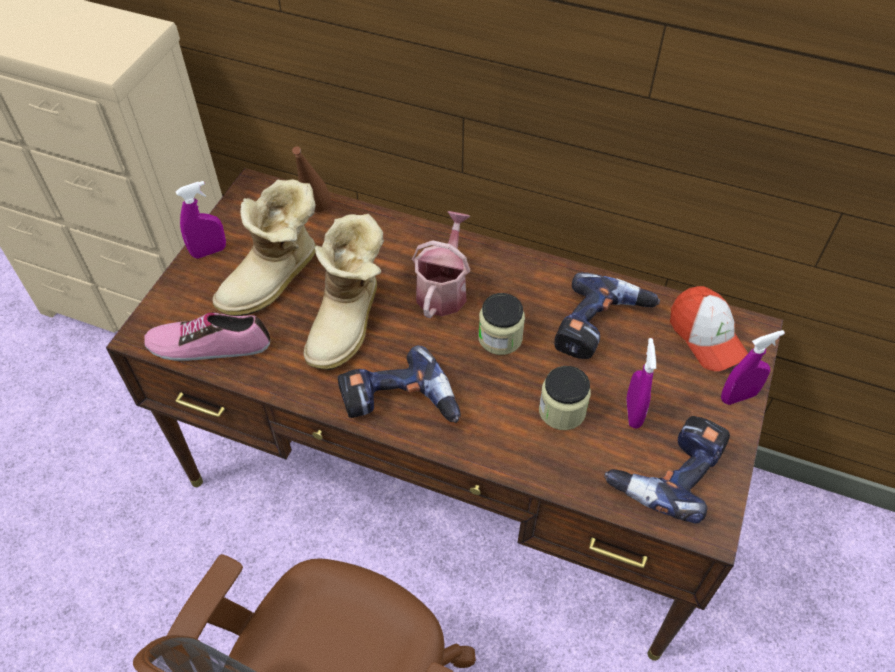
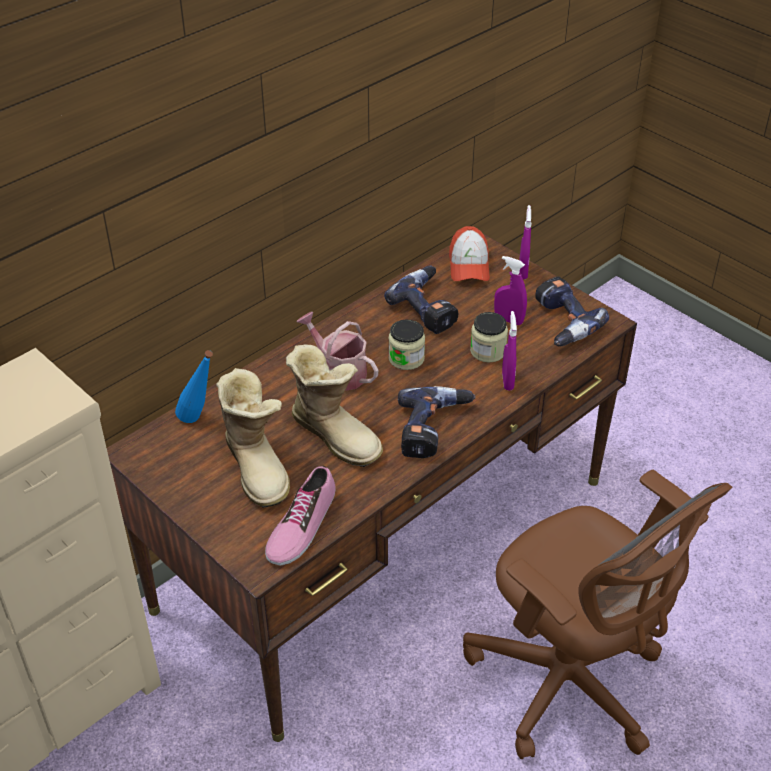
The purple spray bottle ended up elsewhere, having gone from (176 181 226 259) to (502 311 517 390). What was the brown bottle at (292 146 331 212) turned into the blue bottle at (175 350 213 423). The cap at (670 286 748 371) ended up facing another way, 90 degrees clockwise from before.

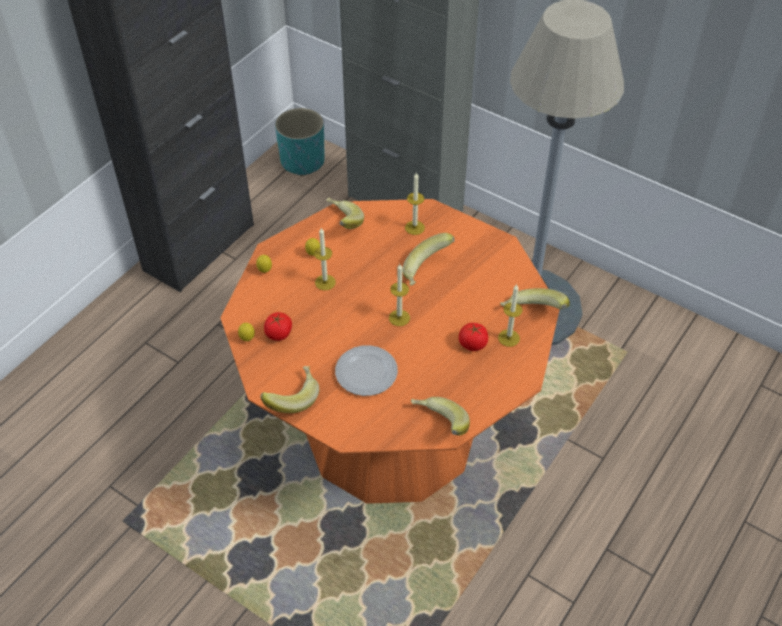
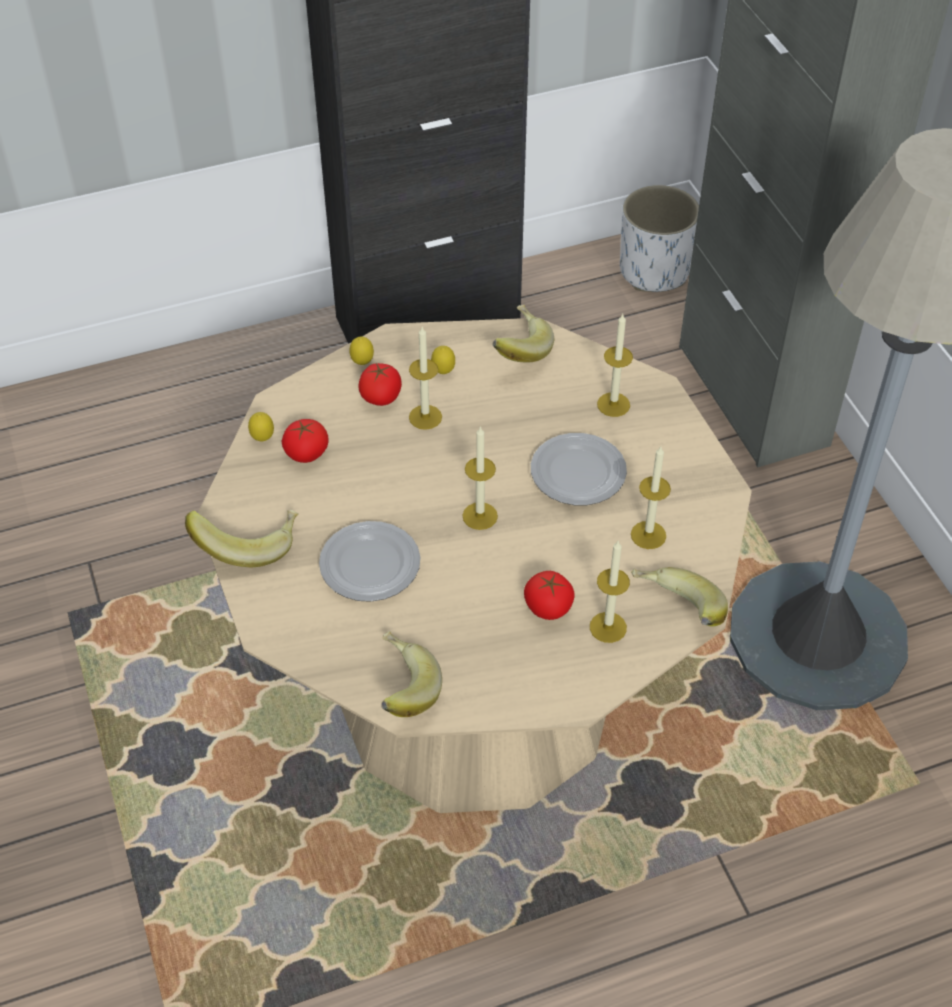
The second view gained the tomato at (358 363 402 406). The second view gained the candle at (631 447 671 549). Where the banana stood at (402 233 455 286), the plate came to stand at (531 433 627 505). What was the orange dining table at (221 199 560 504) turned into the beige dining table at (198 318 752 813). What was the turquoise planter at (275 108 325 176) turned into the white planter at (620 185 699 292).

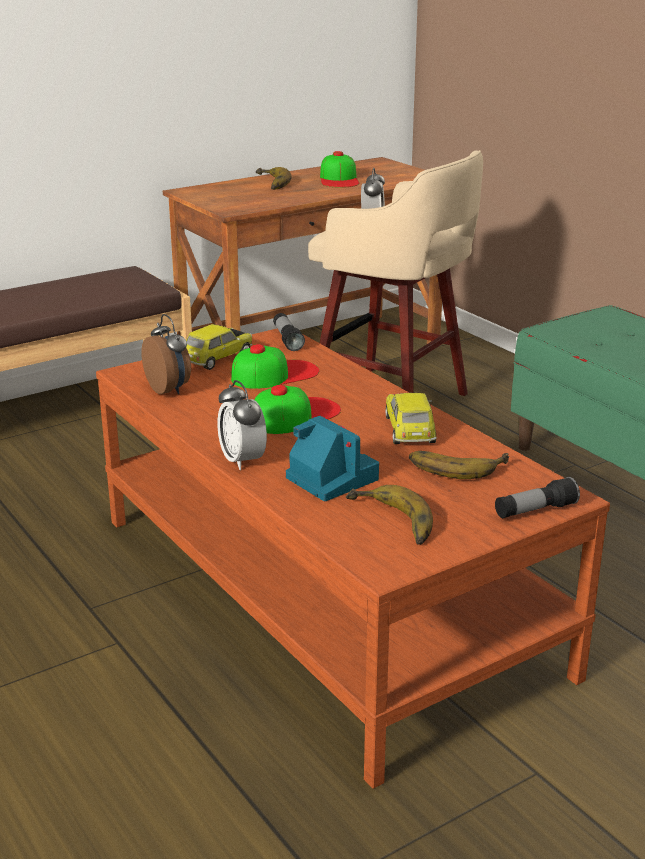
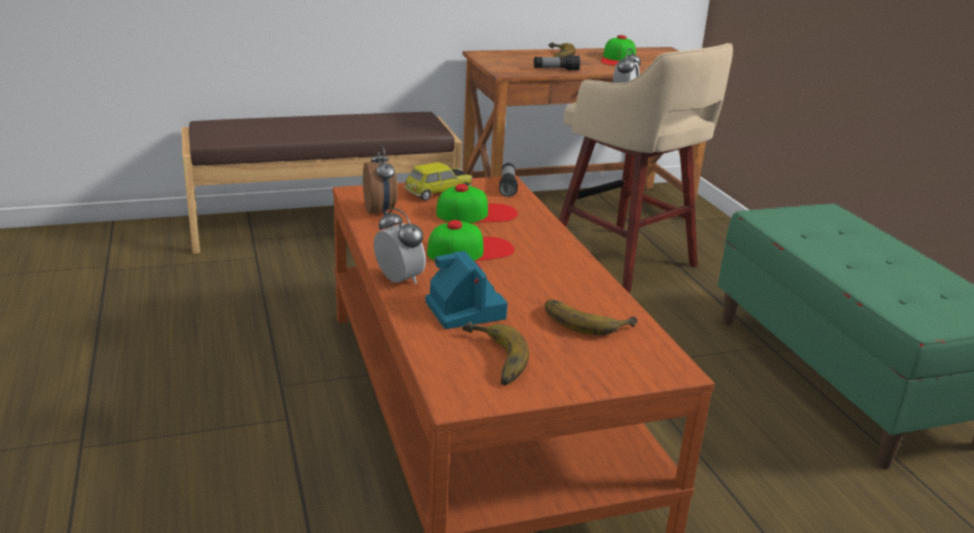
The second view lost the toy car at (385 393 437 444). The flashlight ended up elsewhere, having gone from (495 477 580 518) to (534 55 580 70). The alarm clock at (217 380 267 470) ended up facing another way, 150 degrees clockwise from before.

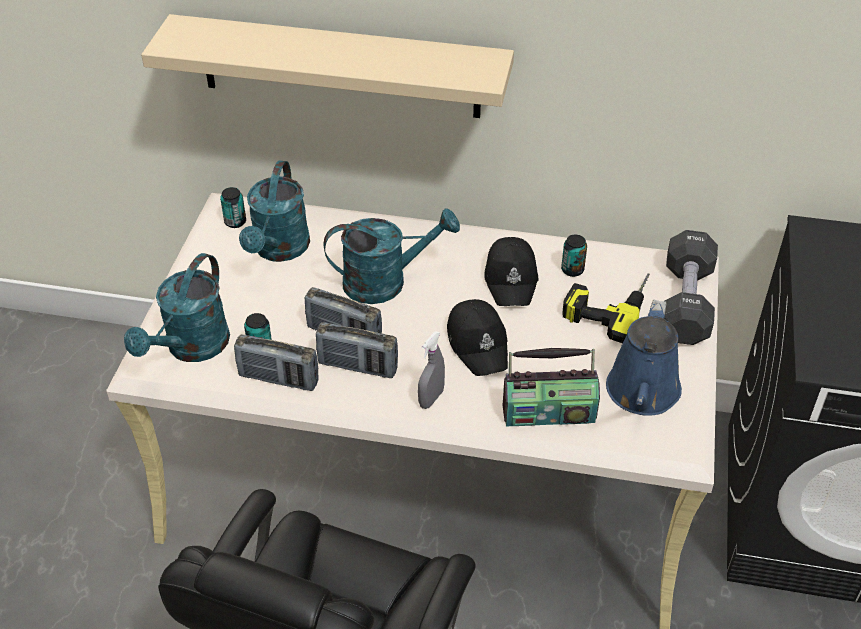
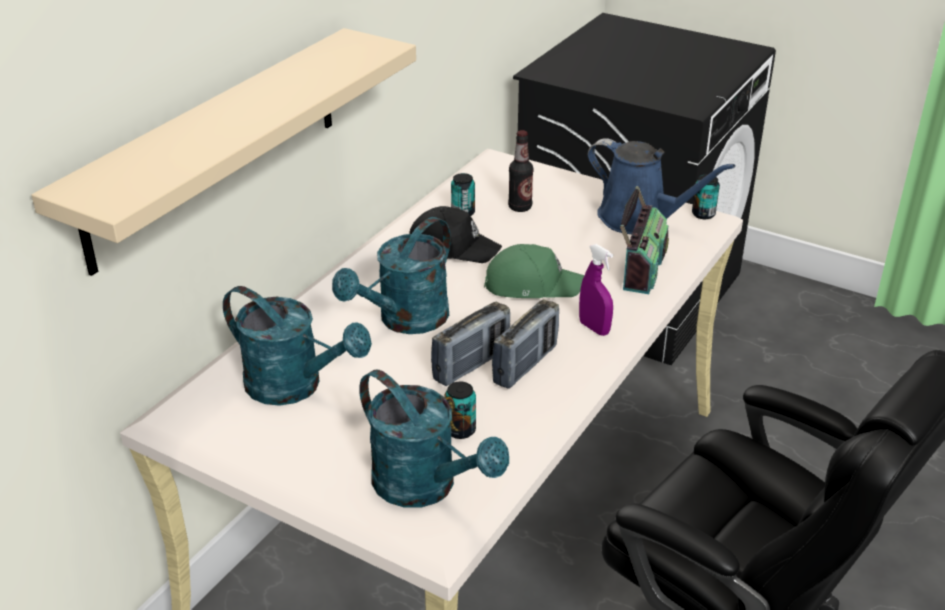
The second view lost the radio at (234 334 318 391). The second view lost the black dumbbell at (664 230 718 345). The can ended up elsewhere, having gone from (220 187 246 228) to (692 174 720 219). Where the power drill stood at (562 274 650 343), the bottle came to stand at (508 130 534 212). What was the grey spray bottle at (418 331 445 409) turned into the purple spray bottle at (579 244 613 336). What was the black cap at (447 299 508 376) turned into the green cap at (484 244 584 298). The turquoise watering can at (324 208 460 304) ended up facing another way, 150 degrees counterclockwise from before.

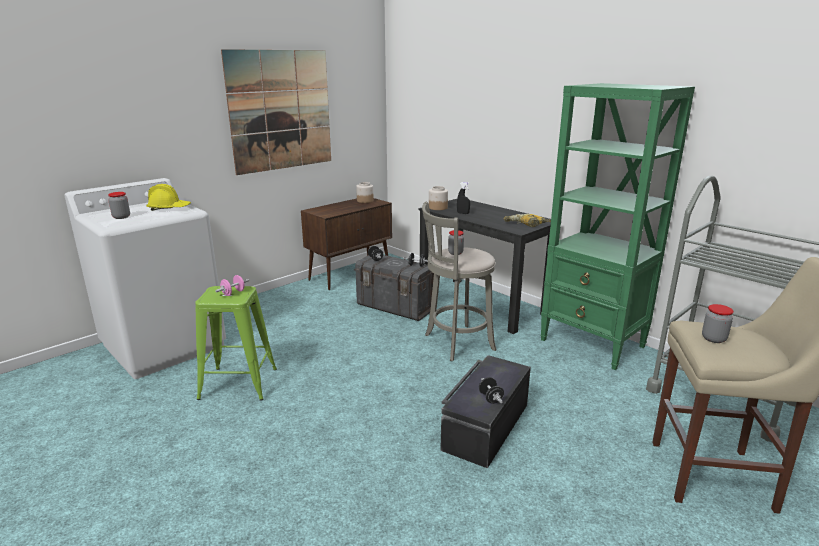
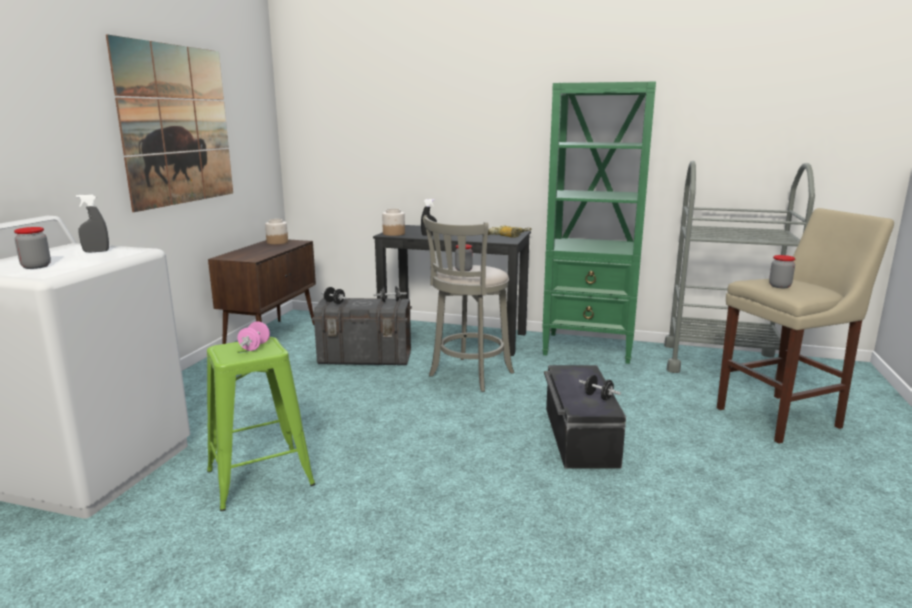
Where the yellow hard hat stood at (146 184 191 211), the grey spray bottle came to stand at (76 194 109 252).

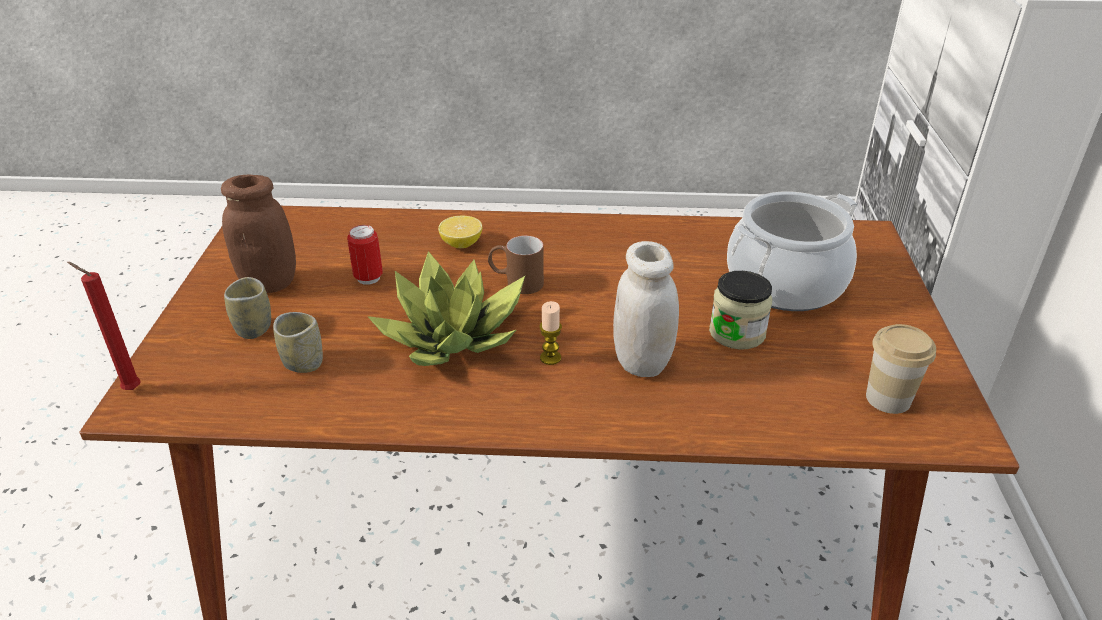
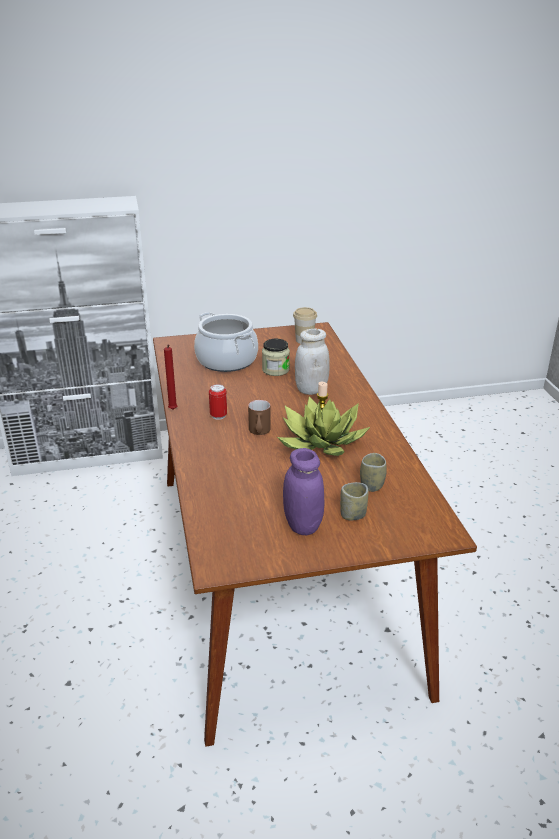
The second view lost the lemon at (438 216 482 248). The red candle ended up elsewhere, having gone from (67 262 141 390) to (164 345 177 410). The can ended up elsewhere, having gone from (347 225 383 285) to (209 384 227 420). What was the brown jar at (221 175 296 293) turned into the purple jar at (283 448 324 535).

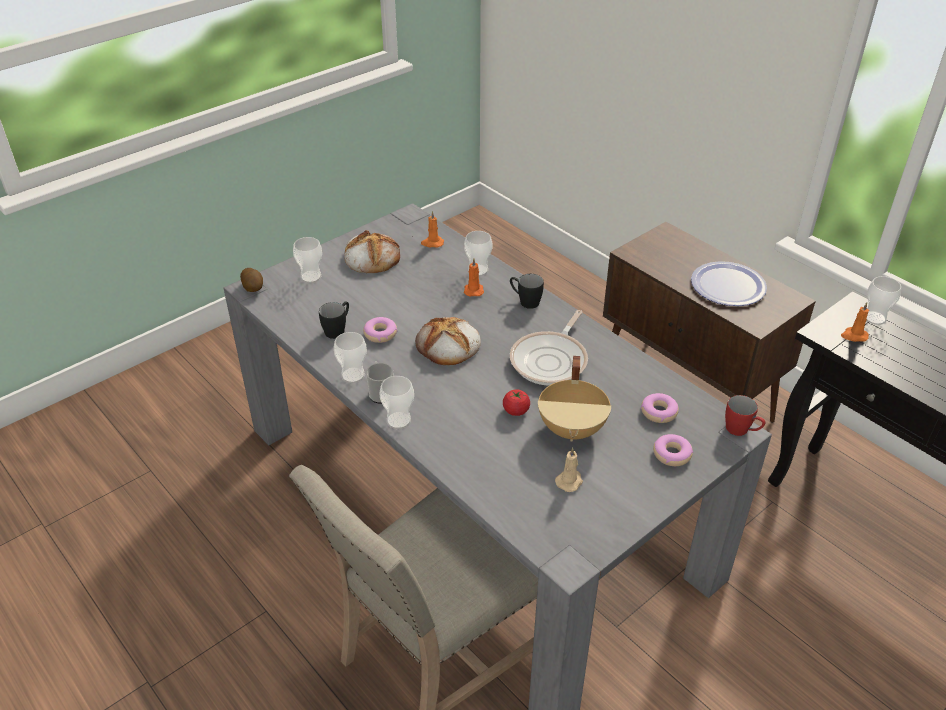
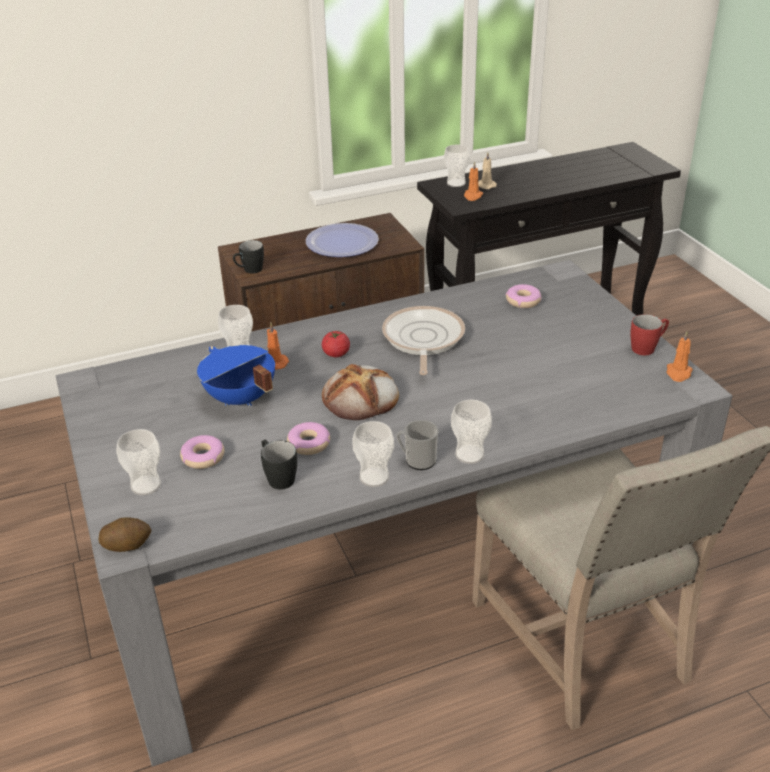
The second view lost the bread at (344 230 400 273). The second view lost the beige cooking pot at (538 356 611 442). The second view gained the blue cooking pot at (197 345 275 406). The orange candle ended up elsewhere, having gone from (421 211 444 247) to (667 331 693 382). The tomato ended up elsewhere, having gone from (503 390 530 416) to (322 331 350 357). The black mug ended up elsewhere, having gone from (510 274 544 309) to (233 240 264 273). The beige candle ended up elsewhere, having gone from (555 447 583 492) to (478 152 497 189). The donut ended up elsewhere, having gone from (653 434 693 466) to (180 435 224 469). The red mug ended up elsewhere, having gone from (725 395 765 436) to (630 314 669 355). The frying pan at (510 310 588 386) ended up facing another way, 135 degrees counterclockwise from before.

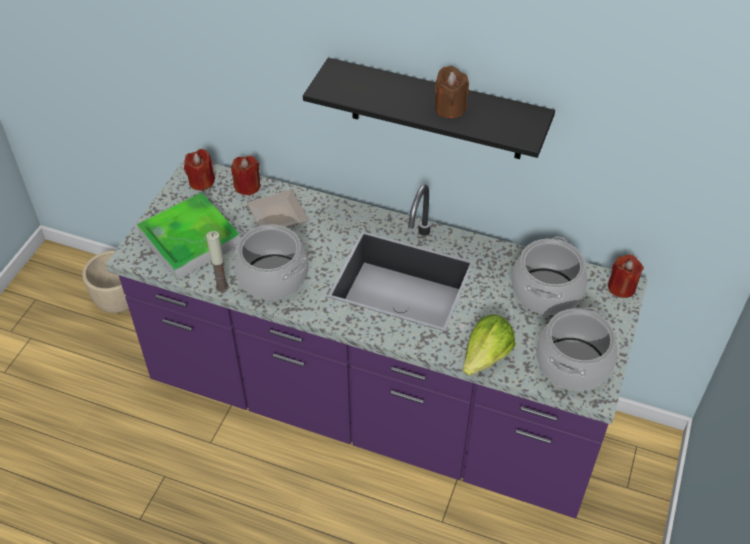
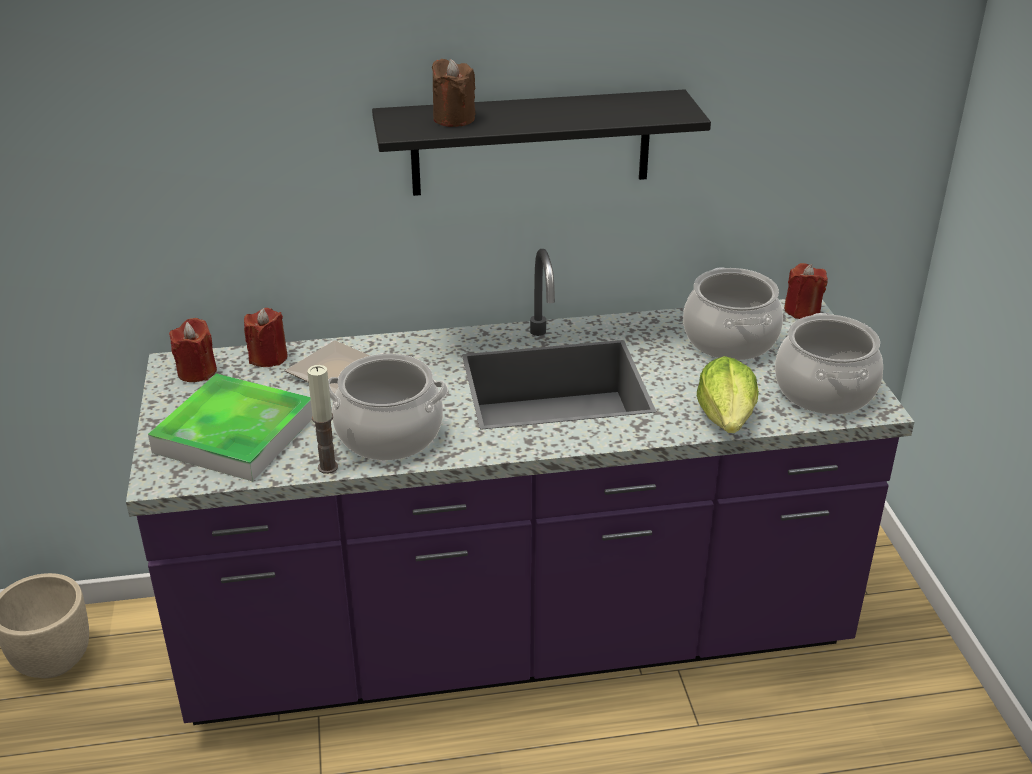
The brown candle ended up elsewhere, having gone from (435 66 469 119) to (432 59 475 127).

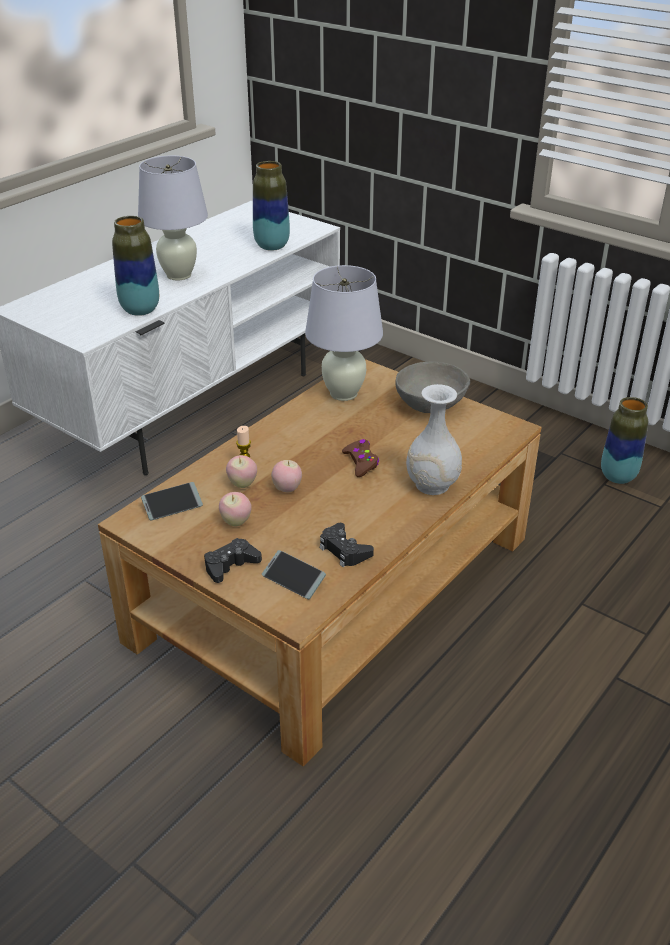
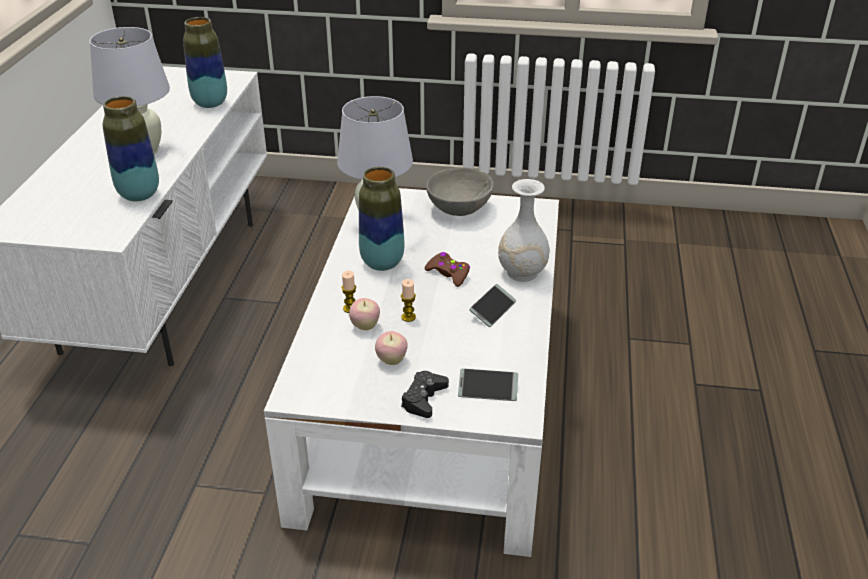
The second view lost the black game controller at (320 523 374 567). The phone ended up elsewhere, having gone from (141 482 203 520) to (469 284 516 327). The vase ended up elsewhere, having gone from (601 397 648 484) to (359 167 404 271). Where the apple stood at (271 460 302 492), the candle came to stand at (401 279 416 322). What was the brown coffee table at (98 359 542 766) turned into the white coffee table at (264 188 559 557).

